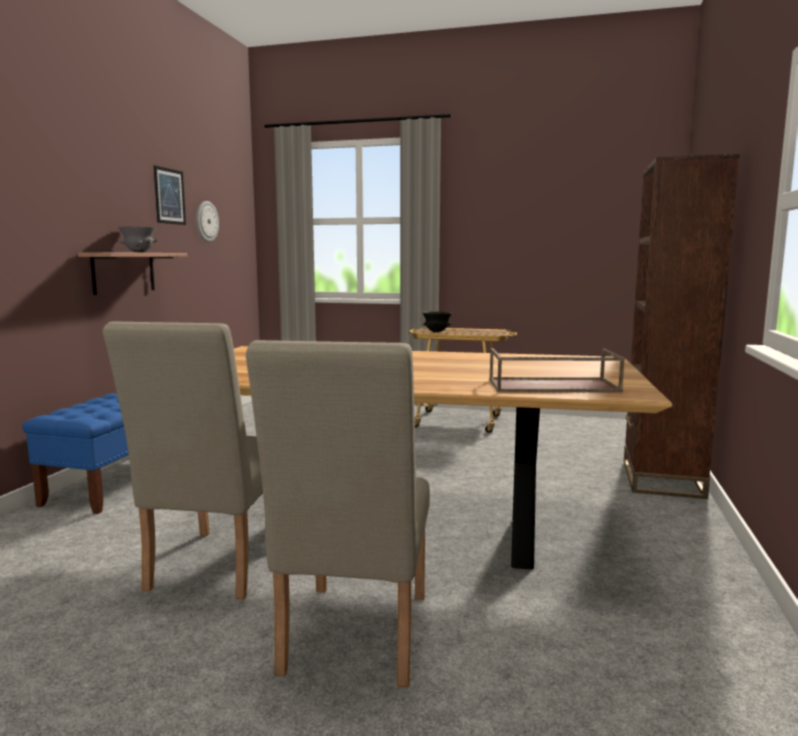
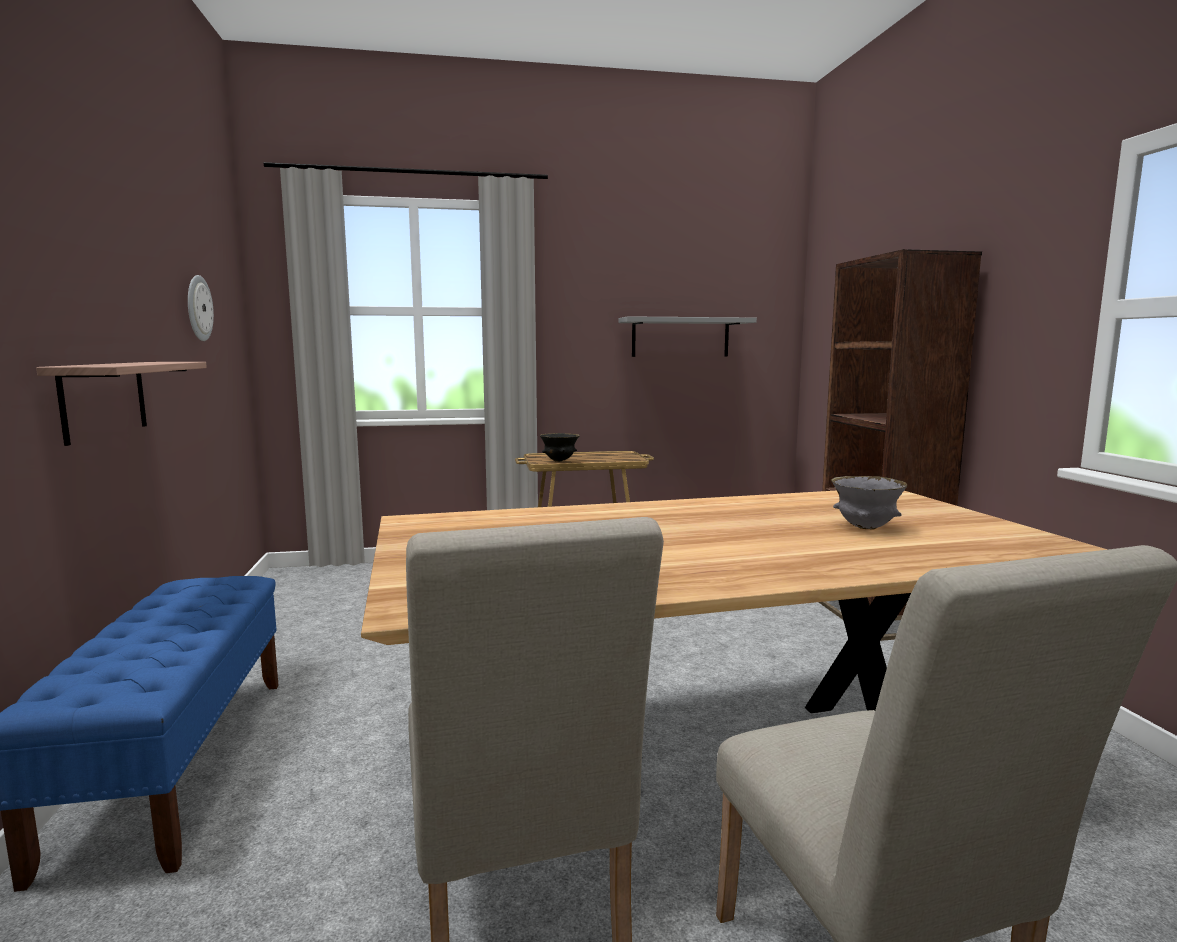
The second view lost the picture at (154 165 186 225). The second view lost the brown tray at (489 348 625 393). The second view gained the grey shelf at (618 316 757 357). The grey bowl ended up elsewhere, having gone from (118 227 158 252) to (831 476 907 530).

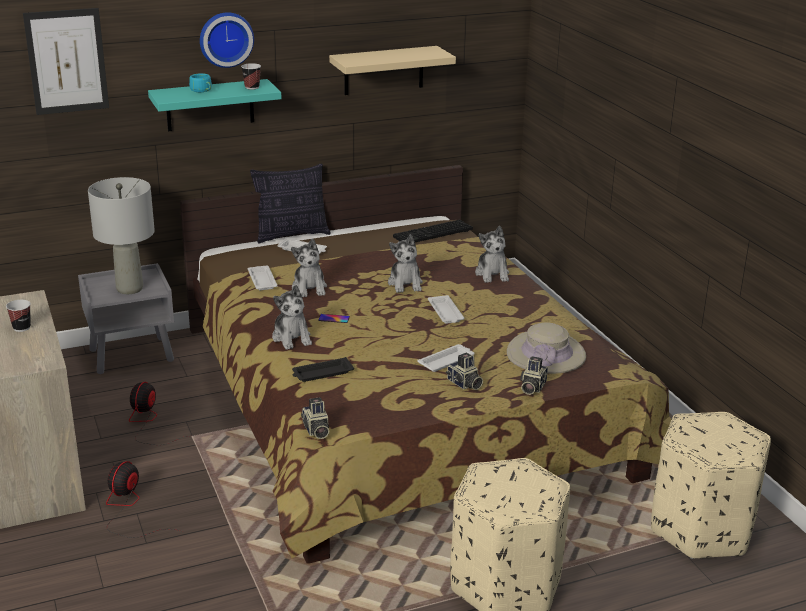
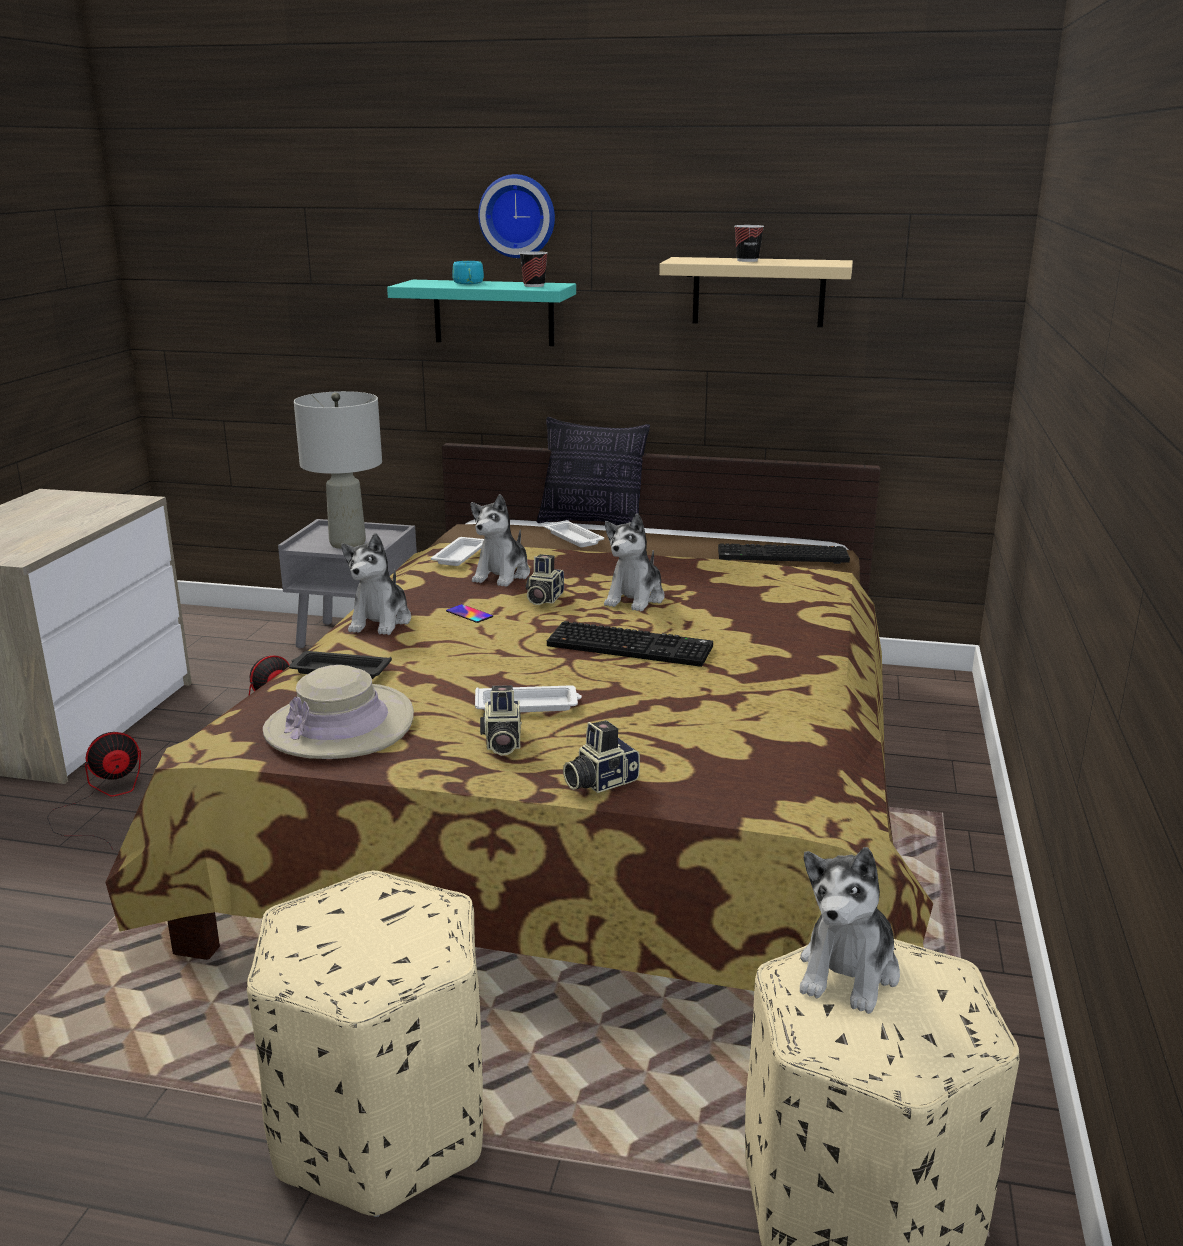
The second view lost the picture at (23 8 109 115). The cup ended up elsewhere, having gone from (6 300 31 332) to (734 225 764 262). The photo camera ended up elsewhere, having gone from (301 397 329 439) to (526 554 564 605). The plush toy ended up elsewhere, having gone from (475 226 509 283) to (800 847 900 1014). The beige hat ended up elsewhere, having gone from (507 323 586 374) to (263 665 414 759). Where the white tray stood at (428 295 464 324), the keyboard came to stand at (547 621 713 667).

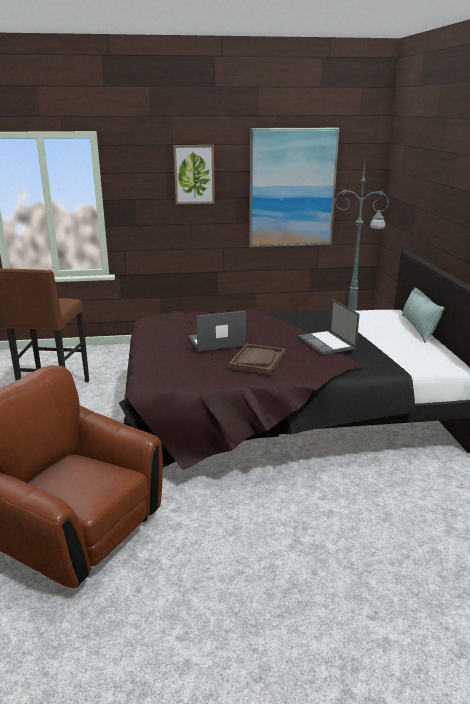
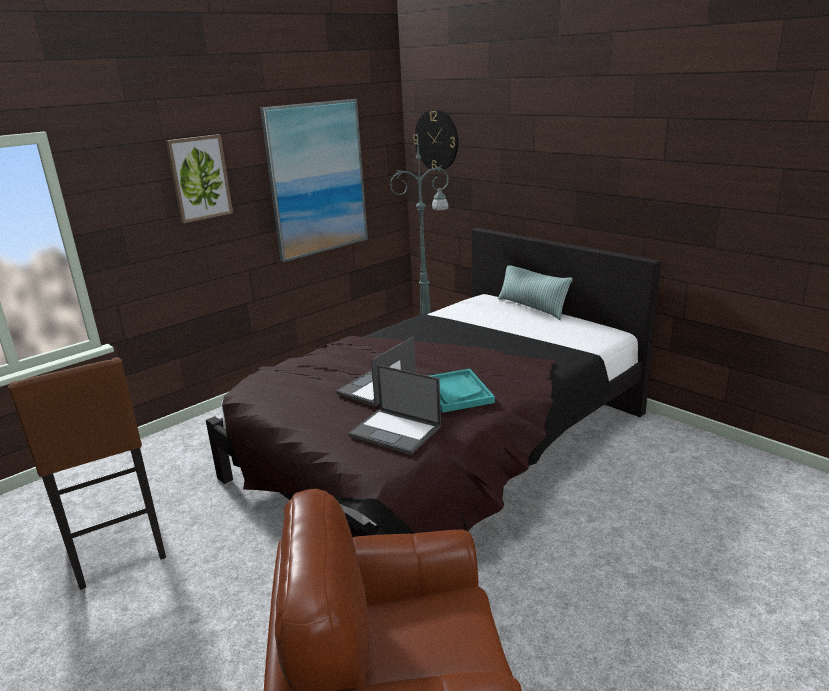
The second view gained the wall clock at (413 109 458 171). The laptop ended up elsewhere, having gone from (298 299 360 355) to (348 365 441 455). What was the brown tray at (229 344 285 375) turned into the turquoise tray at (430 369 495 413).

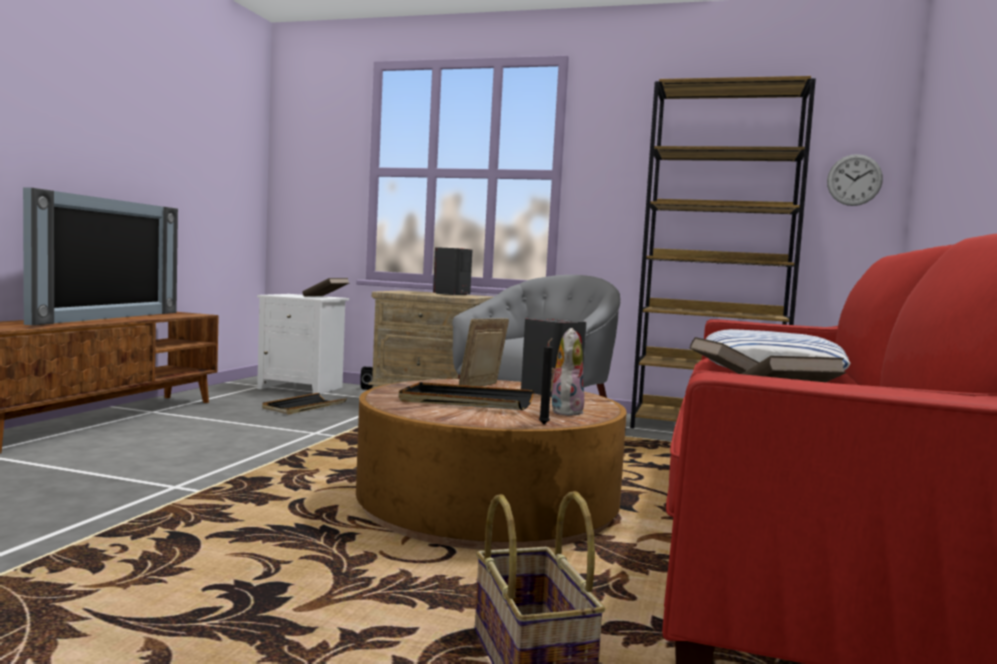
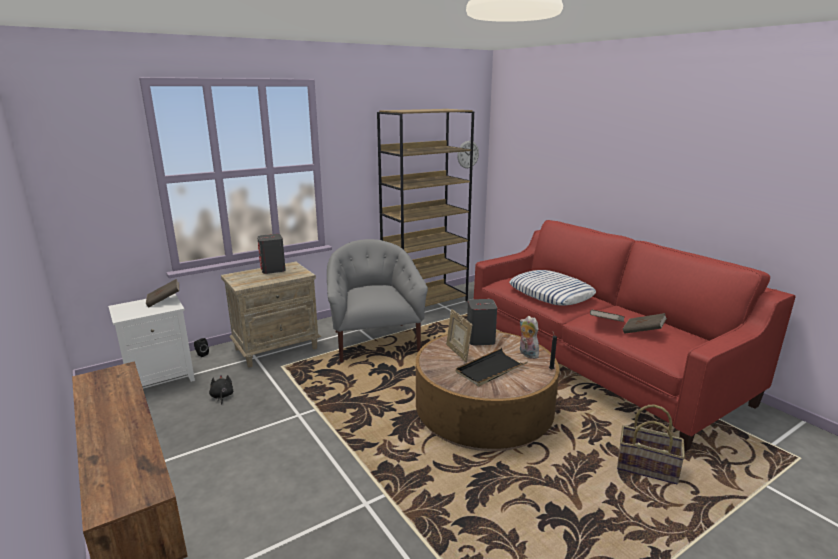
The second view lost the television at (23 187 178 326). Where the black tray stood at (262 393 347 415), the black plush toy came to stand at (209 375 233 405).

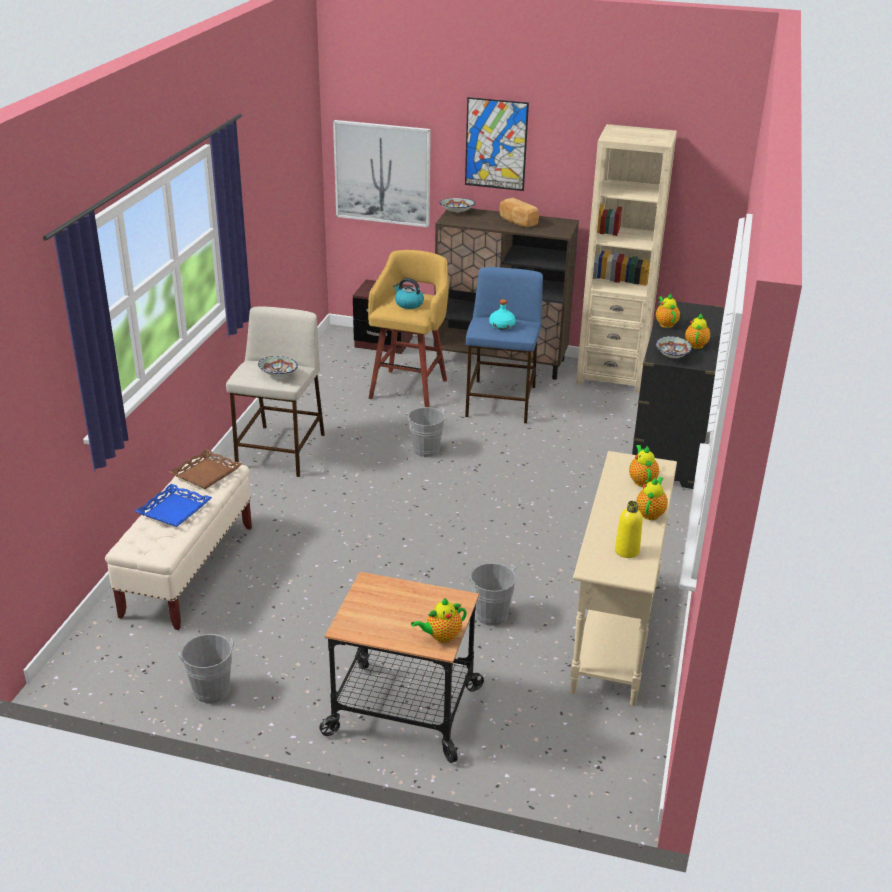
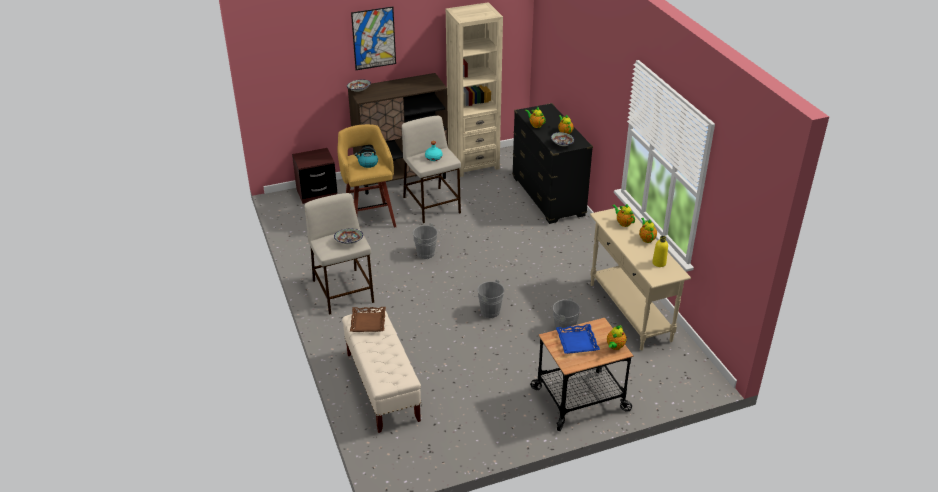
The second view lost the picture at (333 120 431 227). The second view lost the bread at (499 197 539 227). The blue tray ended up elsewhere, having gone from (135 484 212 527) to (556 324 600 354). The grey bucket ended up elsewhere, having gone from (178 634 234 704) to (473 280 504 318). What was the blue stool at (465 267 543 423) turned into the beige stool at (402 116 461 223).

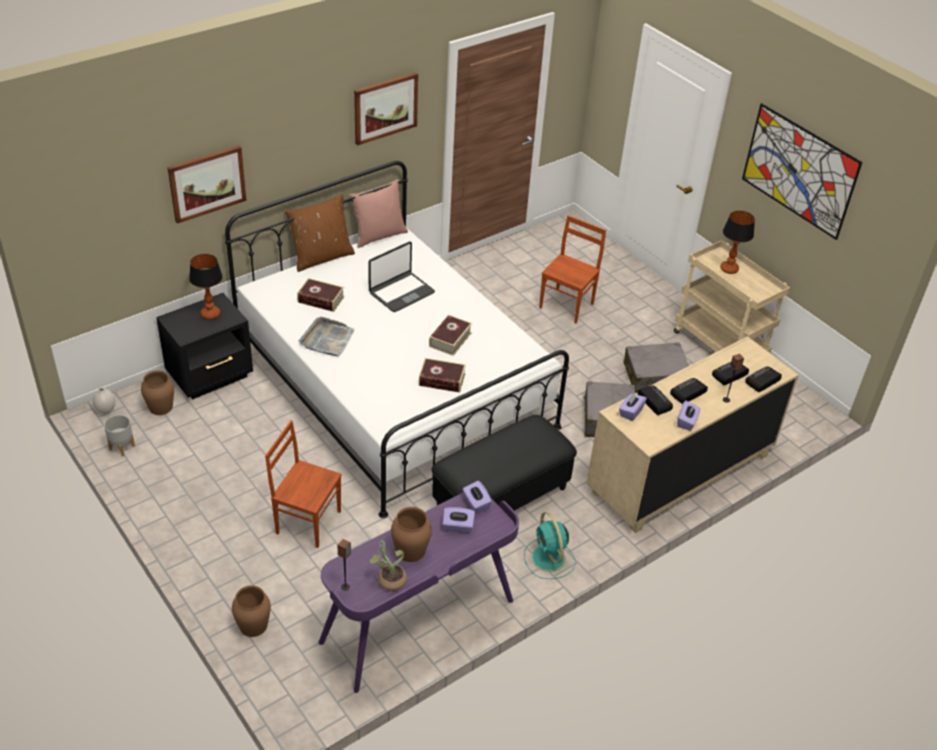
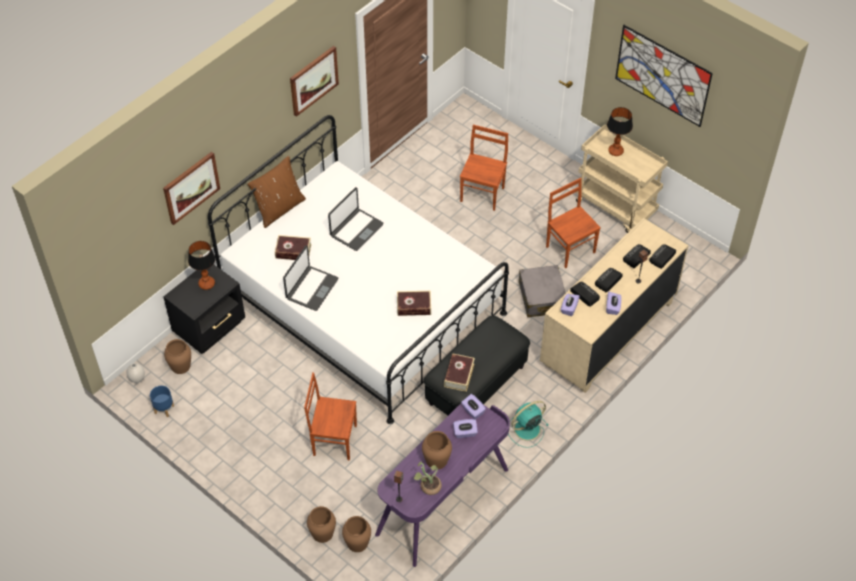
The second view lost the pink pillow at (349 179 408 248). The second view gained the brown vase at (342 516 371 552). The book ended up elsewhere, having gone from (429 315 472 356) to (444 353 475 392). Where the grey tray stood at (299 317 355 356), the laptop came to stand at (283 245 338 311). Where the grey suitcase stood at (624 342 689 393), the brown chair came to stand at (546 178 601 268). What was the grey planter at (104 415 135 456) turned into the blue planter at (150 386 174 417). The turquoise fan at (524 512 576 579) ended up facing another way, 90 degrees clockwise from before.

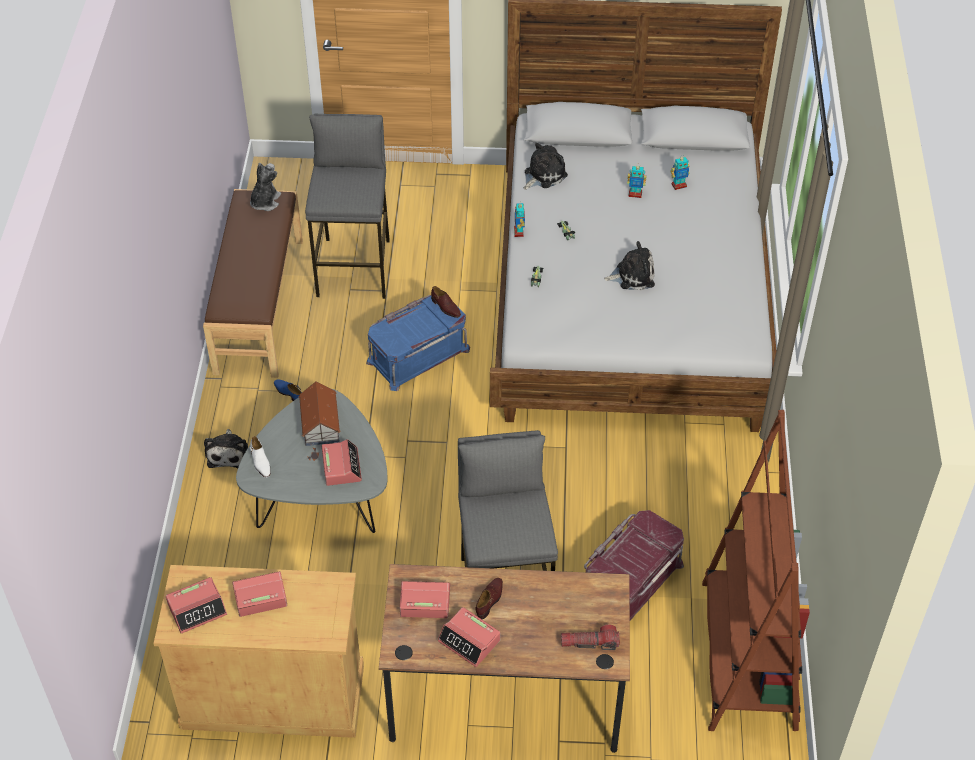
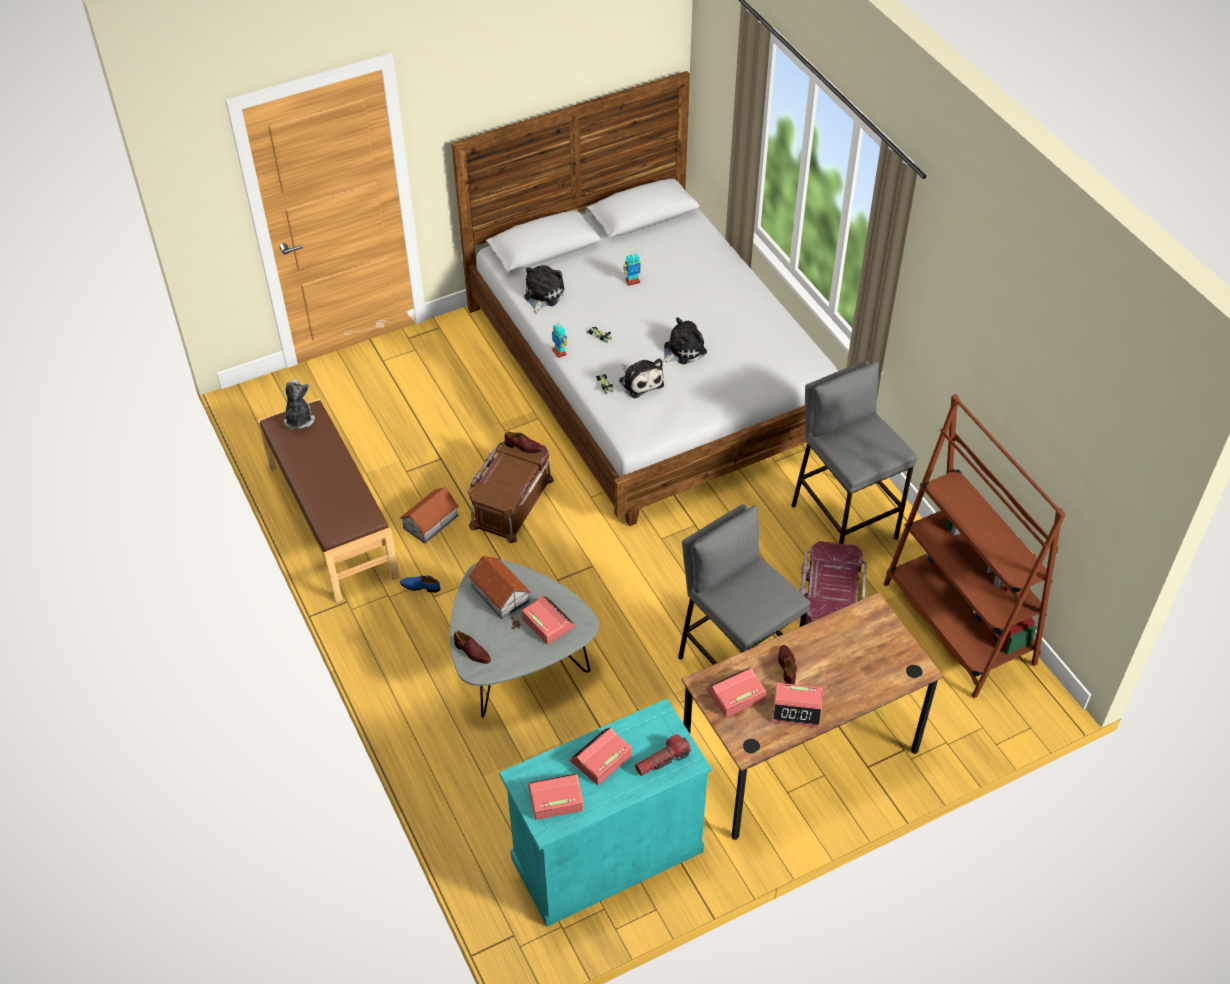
The second view lost the toy robot at (670 157 690 190). The second view gained the toy house at (400 487 459 544). The plush toy ended up elsewhere, having gone from (204 429 248 468) to (619 358 664 398). The grey stool ended up elsewhere, having gone from (305 114 390 299) to (791 361 918 544). The flashlight ended up elsewhere, having gone from (561 624 620 650) to (635 734 691 776). What was the beige cabinet at (153 565 364 738) turned into the turquoise cabinet at (499 699 712 927). What was the white shoe at (250 436 270 478) turned into the brown shoe at (454 630 491 664). What was the blue storage box at (366 295 470 391) turned into the brown storage box at (467 440 554 544). The alarm clock at (166 577 227 634) ended up facing another way, 135 degrees counterclockwise from before.

